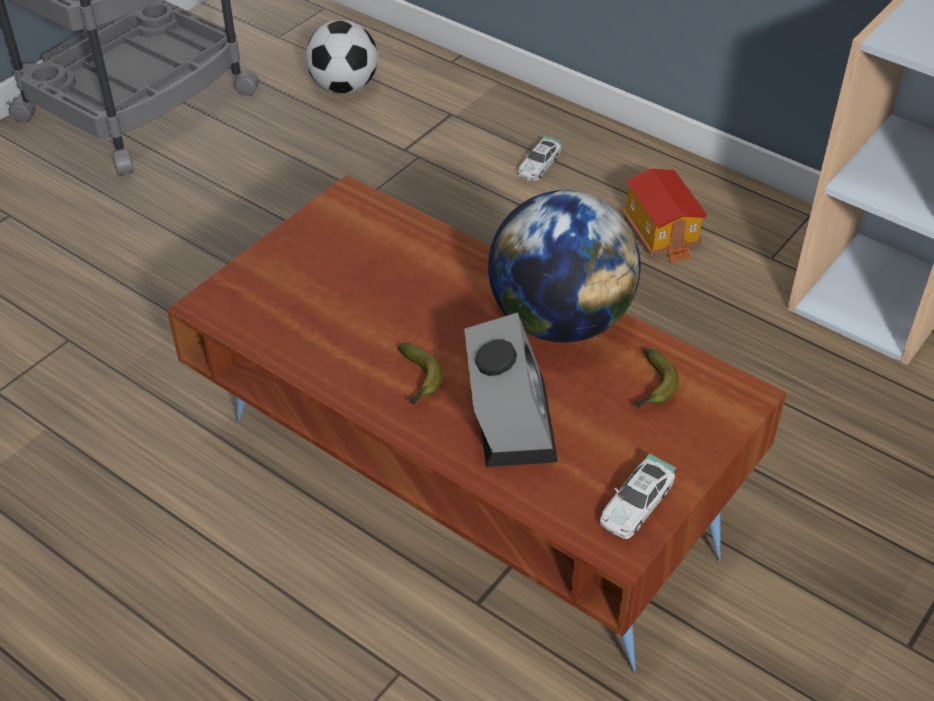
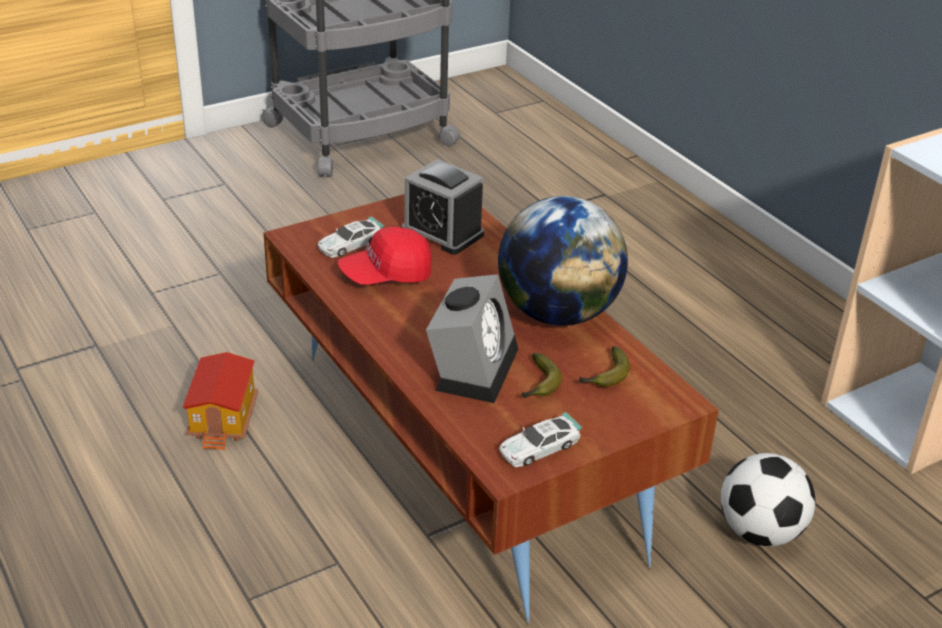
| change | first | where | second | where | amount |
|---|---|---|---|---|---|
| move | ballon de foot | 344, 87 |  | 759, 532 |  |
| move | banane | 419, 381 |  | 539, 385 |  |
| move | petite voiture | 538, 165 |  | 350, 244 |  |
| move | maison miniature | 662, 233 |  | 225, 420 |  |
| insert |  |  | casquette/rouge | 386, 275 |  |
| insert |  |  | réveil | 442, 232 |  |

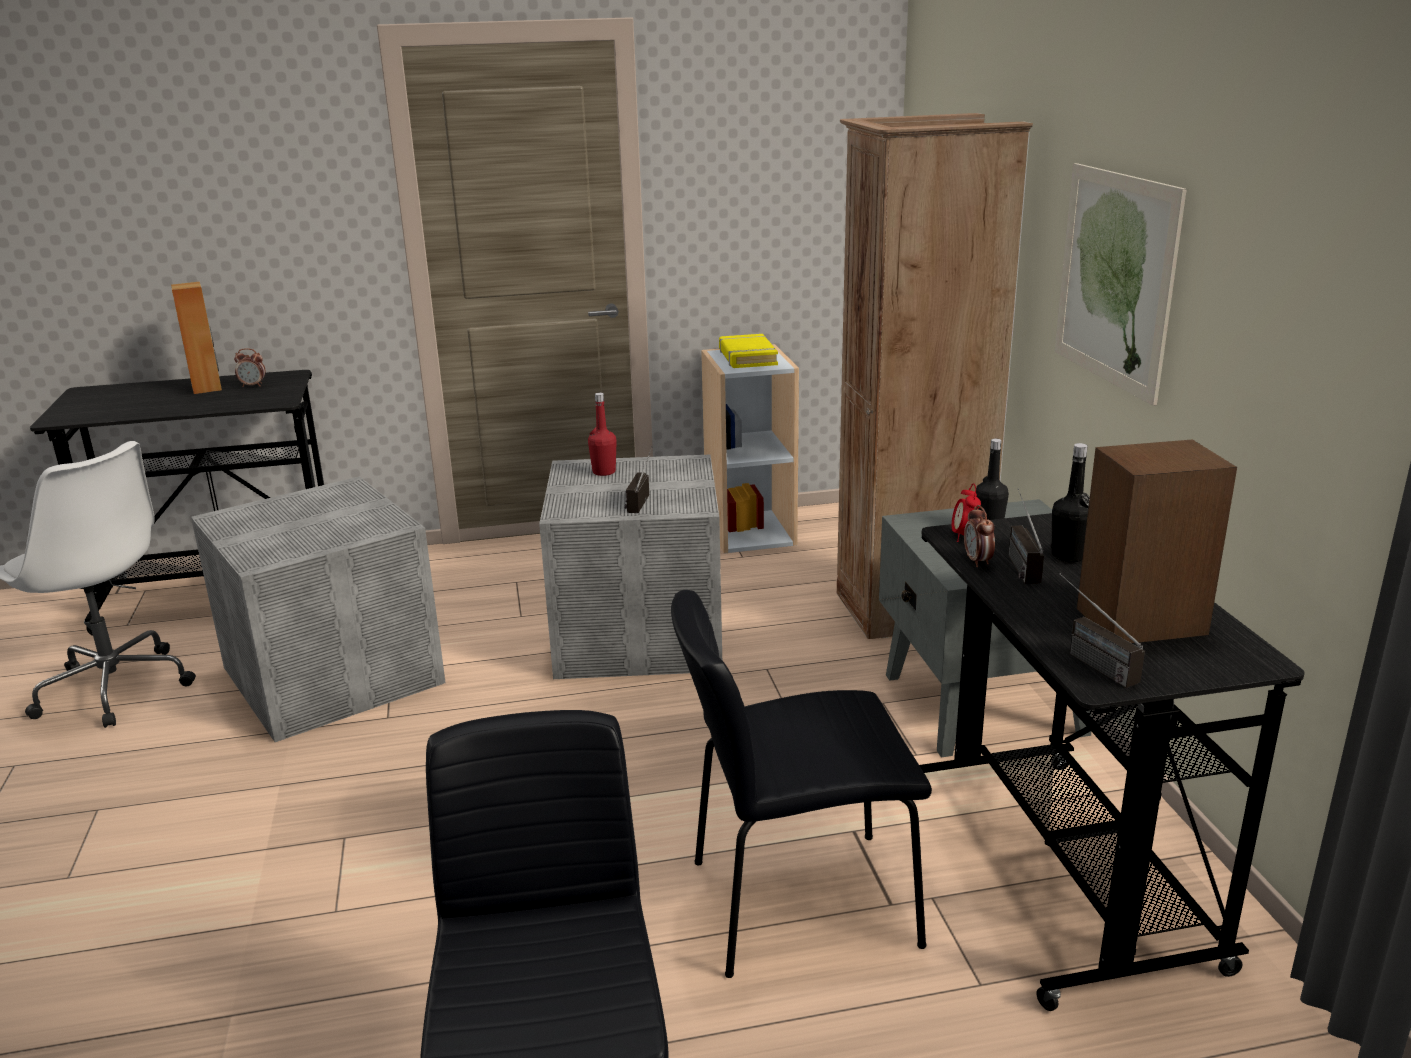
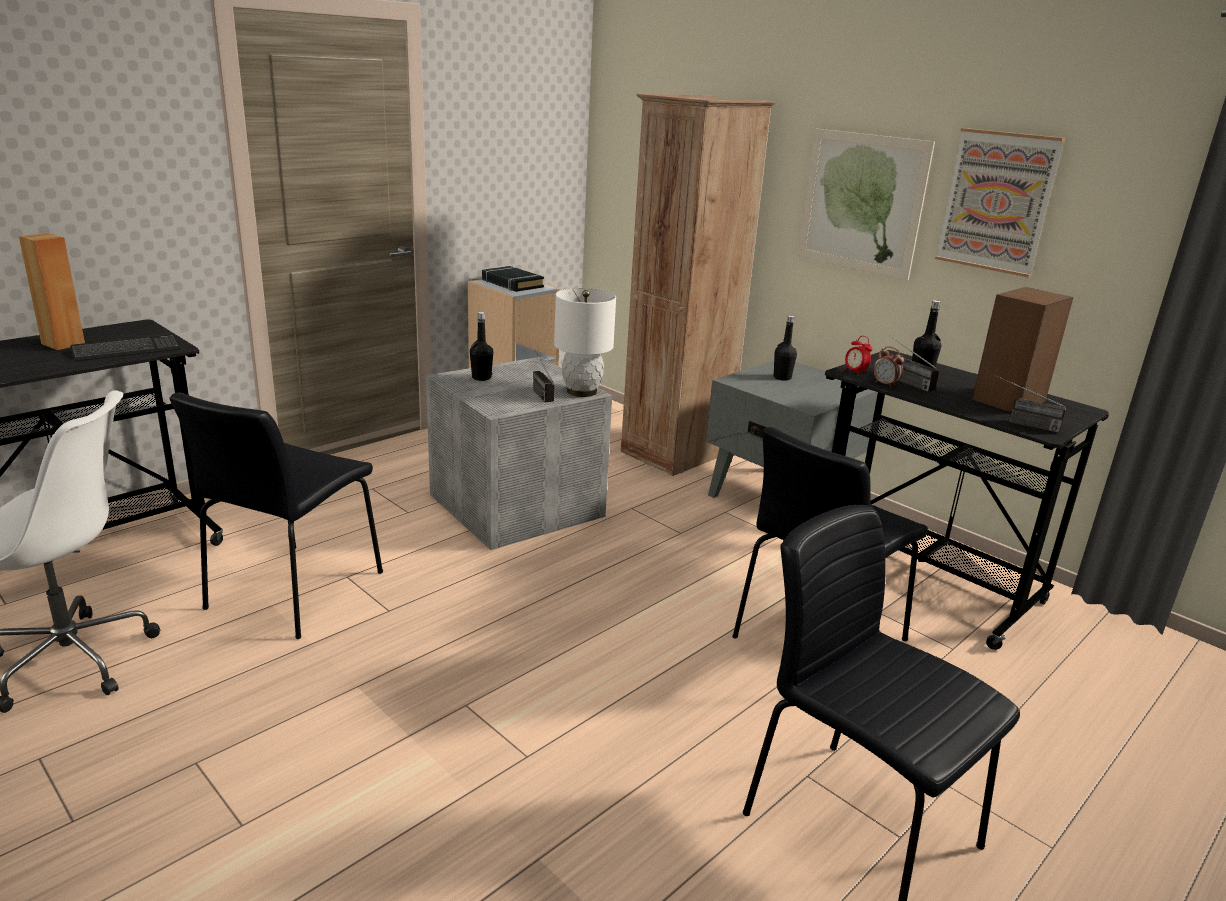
| change | first | where | second | where | amount |
|---|---|---|---|---|---|
| replace | boîte de rangement/gris | 329, 675 | chaise/noir | 292, 593 |  |
| delete | réveil | 253, 385 |  |  |  |
| recolor | bouteille/rouge | 604, 472 | bouteille/noir | 481, 378 |  |
| recolor | livre/jaune | 747, 357 | livre/noir | 512, 284 |  |
| insert |  |  | clavier | 126, 350 |  |
| insert |  |  | lampe de table/blanc | 581, 391 |  |
| insert |  |  | tableau | 997, 201 |  |

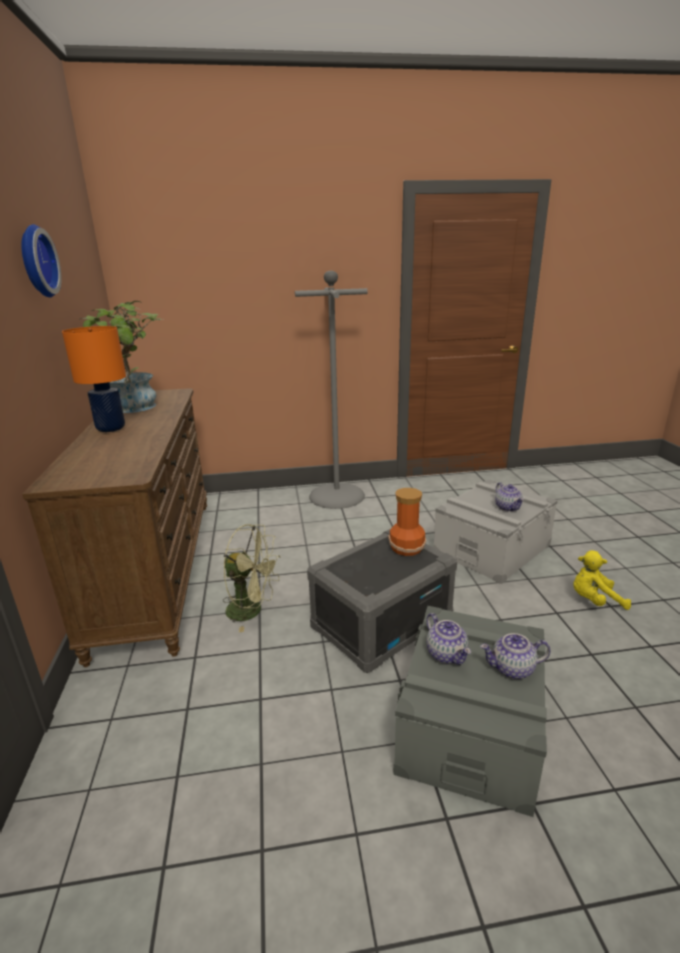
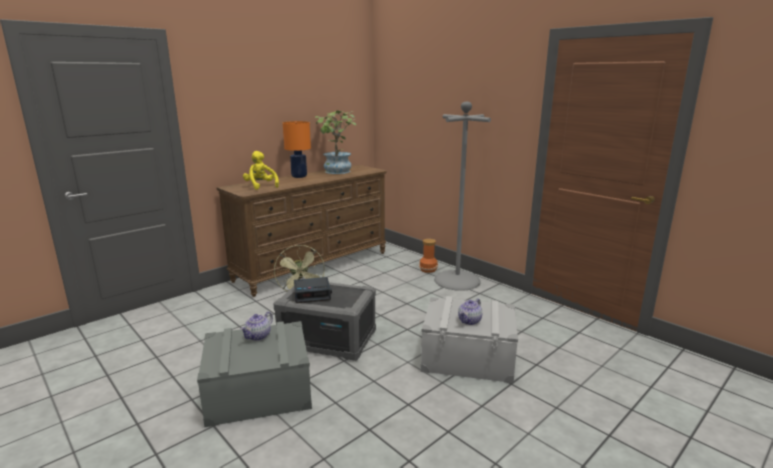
| change | first | where | second | where | amount |
|---|---|---|---|---|---|
| delete | horloge murale | 35, 262 |  |  |  |
| move | vase | 406, 547 |  | 428, 269 |  |
| delete | théière | 512, 669 |  |  |  |
| move | peluche/jaune | 594, 600 |  | 261, 186 |  |
| insert |  |  | réveil | 312, 294 |  |

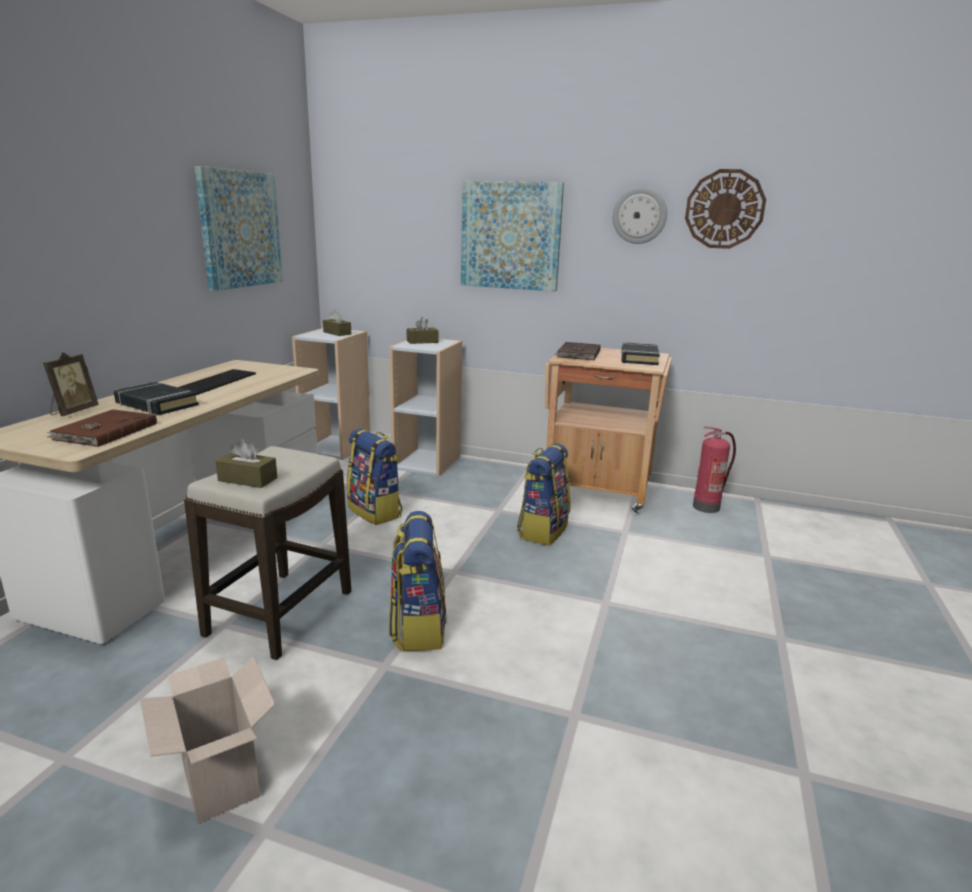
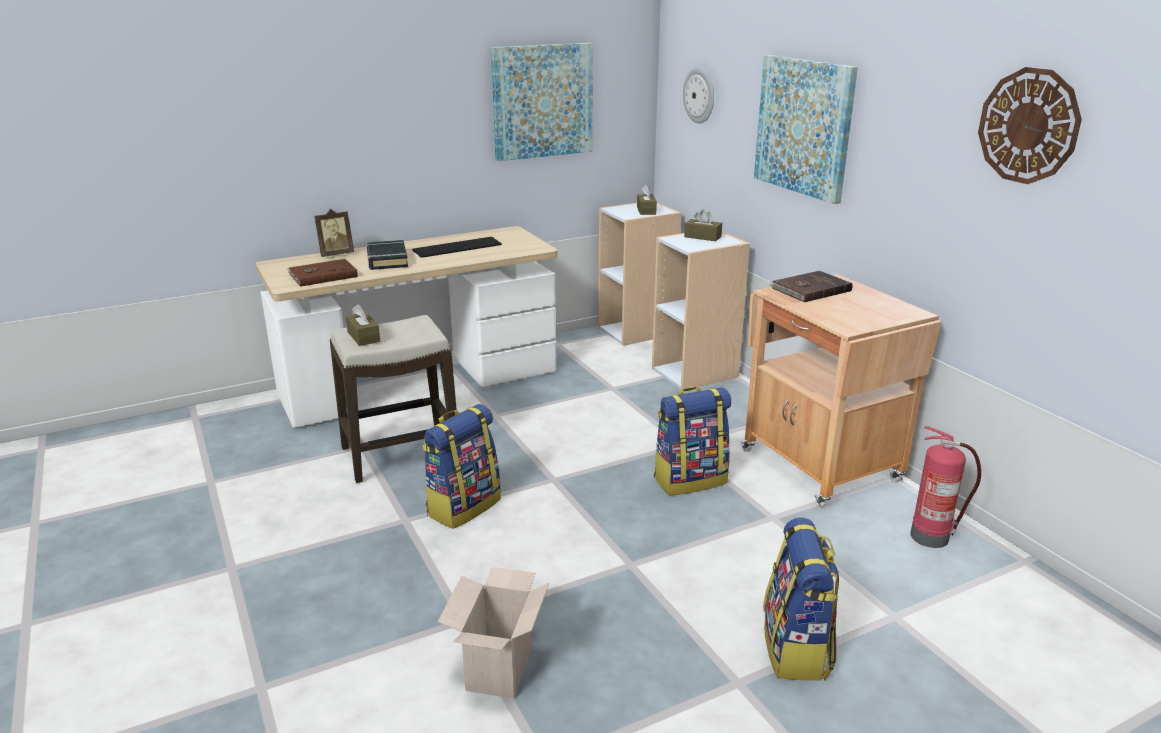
| change | first | where | second | where | amount |
|---|---|---|---|---|---|
| move | carton | 217, 779 |  | 498, 667 |  |
| move | sac à dos | 375, 512 |  | 797, 649 |  |
| move | horloge murale | 639, 215 |  | 699, 95 |  |
| delete | livre/noir | 638, 358 |  |  |  |

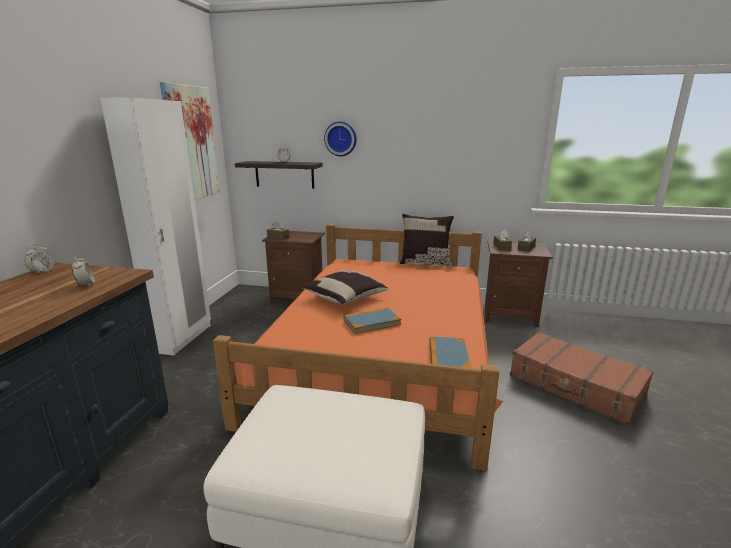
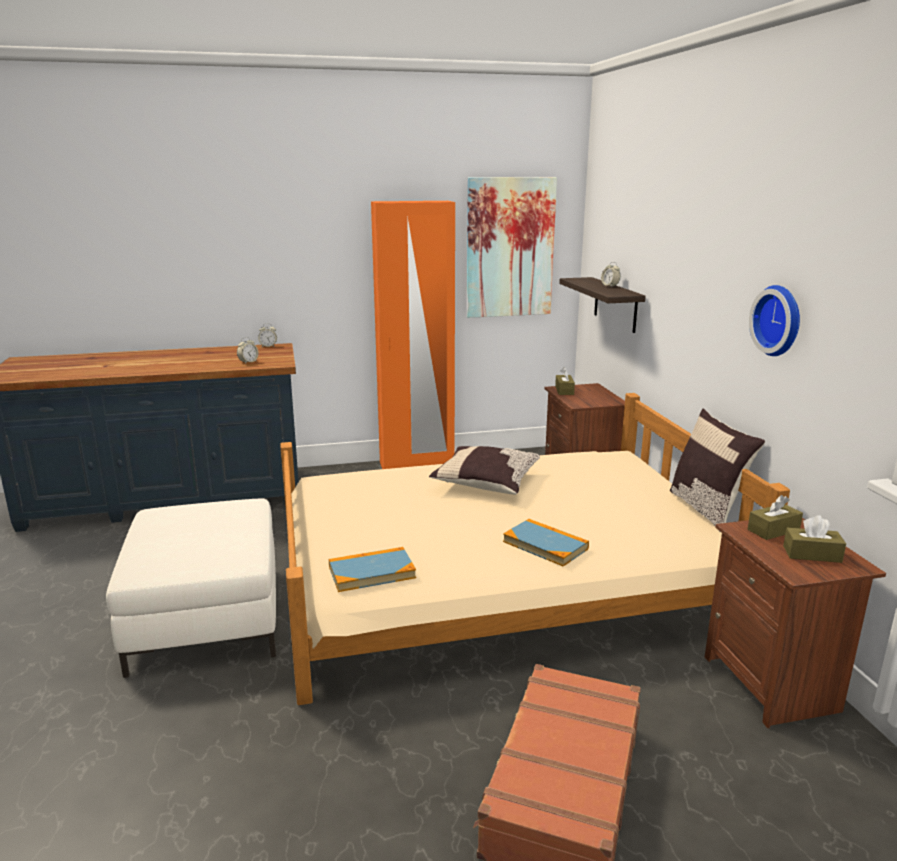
| change | first | where | second | where | amount |
|---|---|---|---|---|---|
| recolor | armoire/blanc | 183, 338 | armoire/orange | 417, 465 |  |
| recolor | lit/orange | 382, 352 | lit/beige | 498, 581 |  |
| move | horloge murale | 341, 139 |  | 780, 320 |  |
| move | livre | 372, 322 |  | 545, 545 |  |

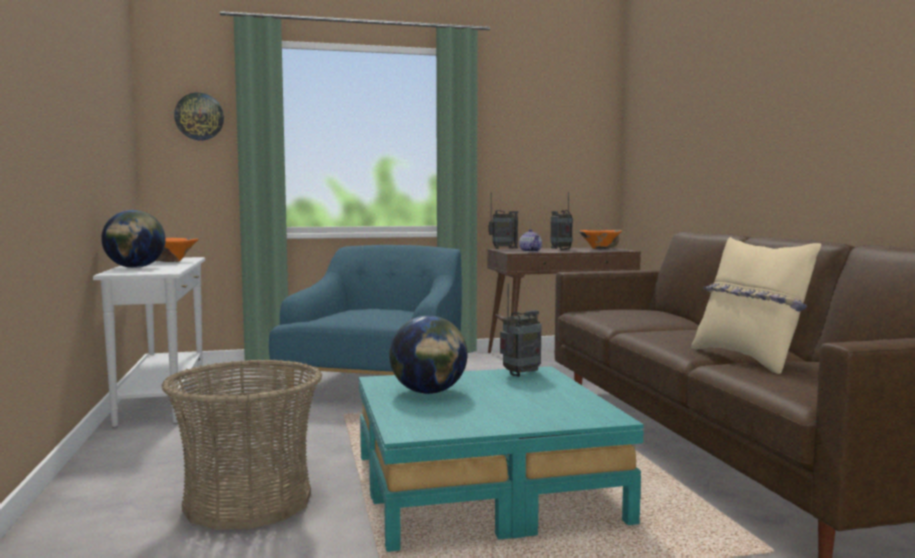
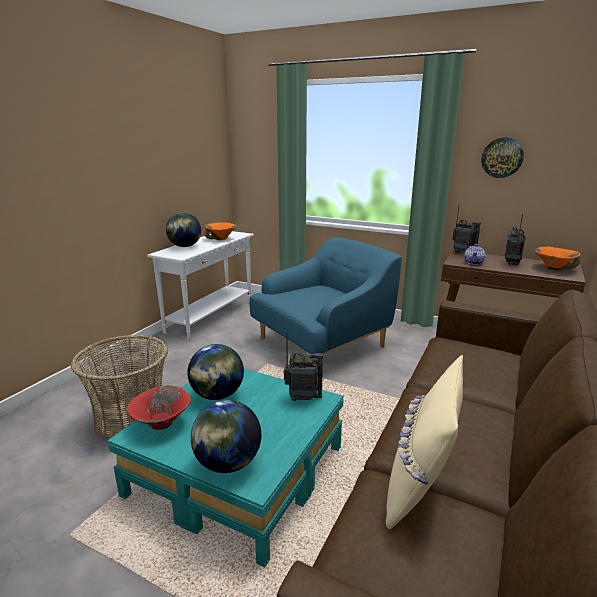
| change | first | where | second | where | amount |
|---|---|---|---|---|---|
| move | horloge murale | 199, 116 |  | 502, 157 |  |
| insert |  |  | bol/rouge | 161, 424 |  |
| insert |  |  | globe | 227, 463 |  |

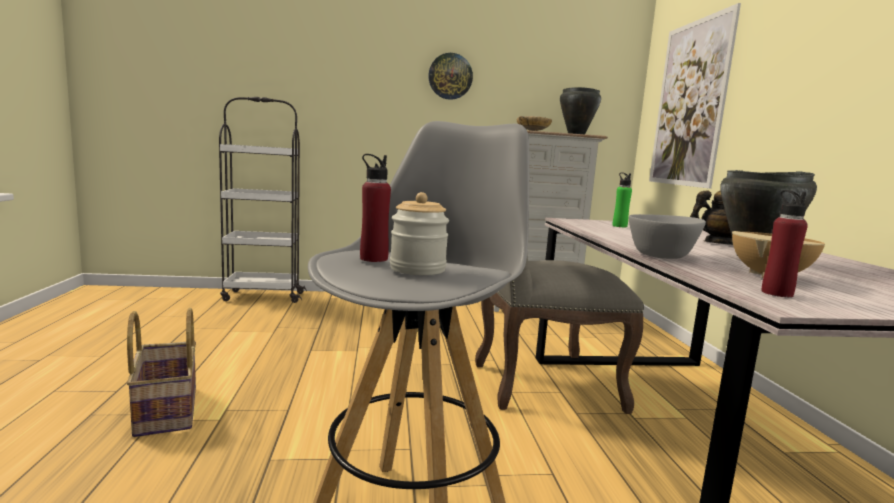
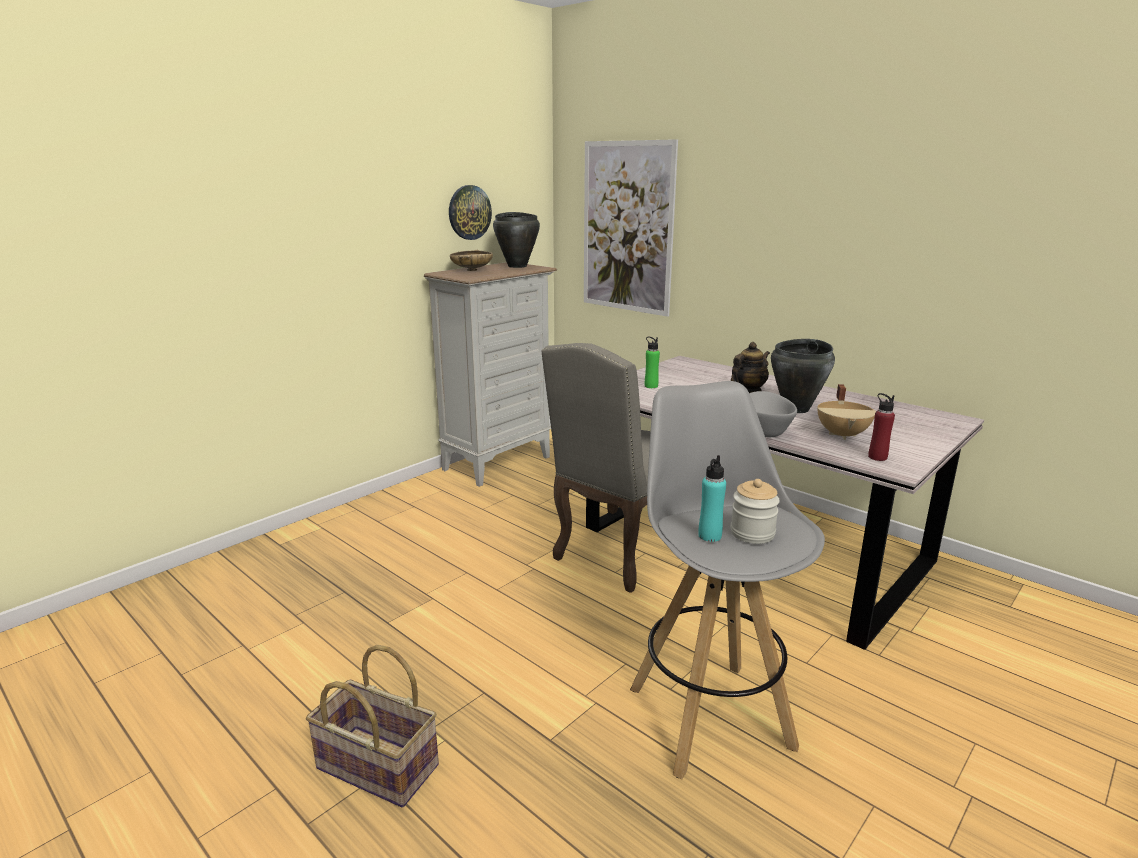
| change | first | where | second | where | amount |
|---|---|---|---|---|---|
| delete | chariot/blanc | 263, 297 |  |  |  |
| recolor | bouteille/rouge | 373, 259 | bouteille/turquoise | 709, 536 |  |
| move | horloge murale | 450, 76 |  | 469, 212 |  |

